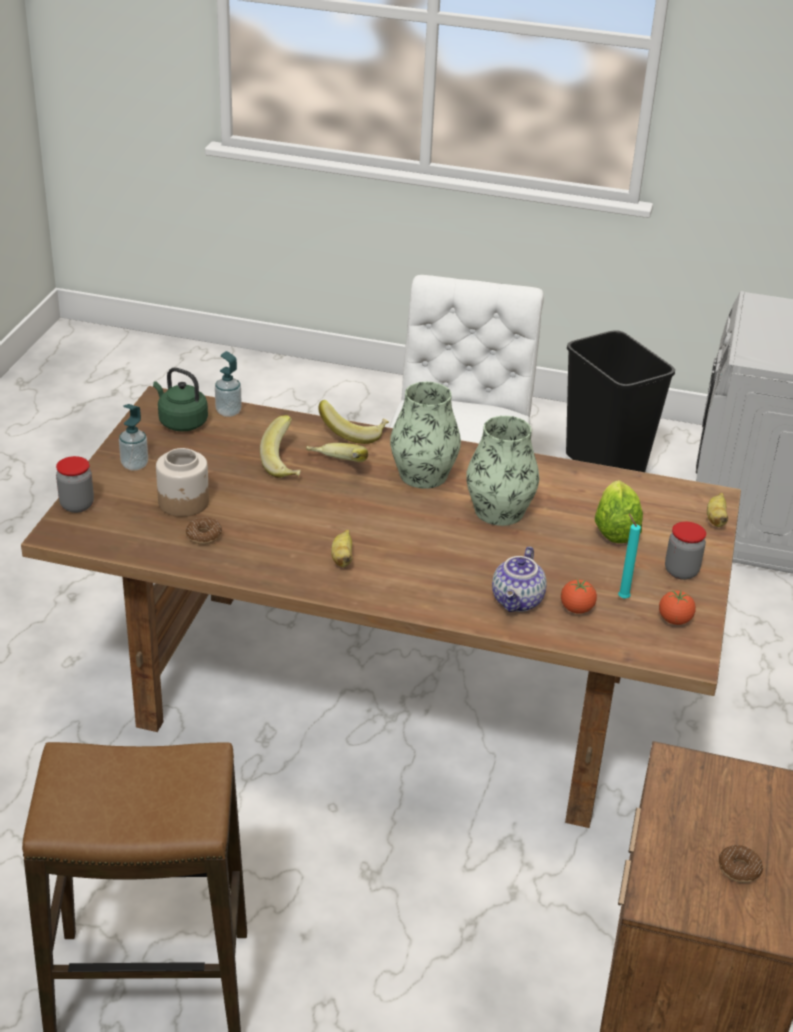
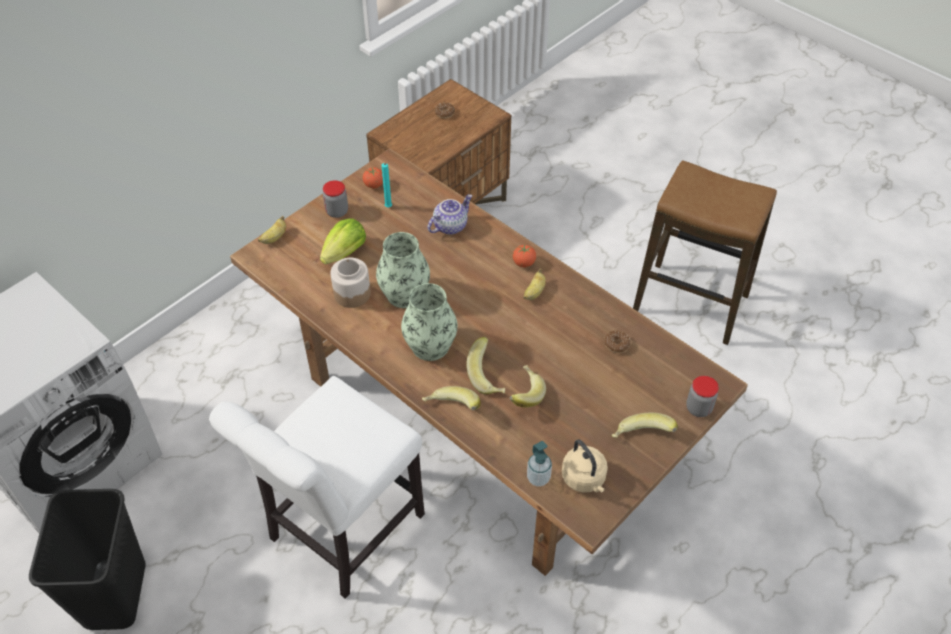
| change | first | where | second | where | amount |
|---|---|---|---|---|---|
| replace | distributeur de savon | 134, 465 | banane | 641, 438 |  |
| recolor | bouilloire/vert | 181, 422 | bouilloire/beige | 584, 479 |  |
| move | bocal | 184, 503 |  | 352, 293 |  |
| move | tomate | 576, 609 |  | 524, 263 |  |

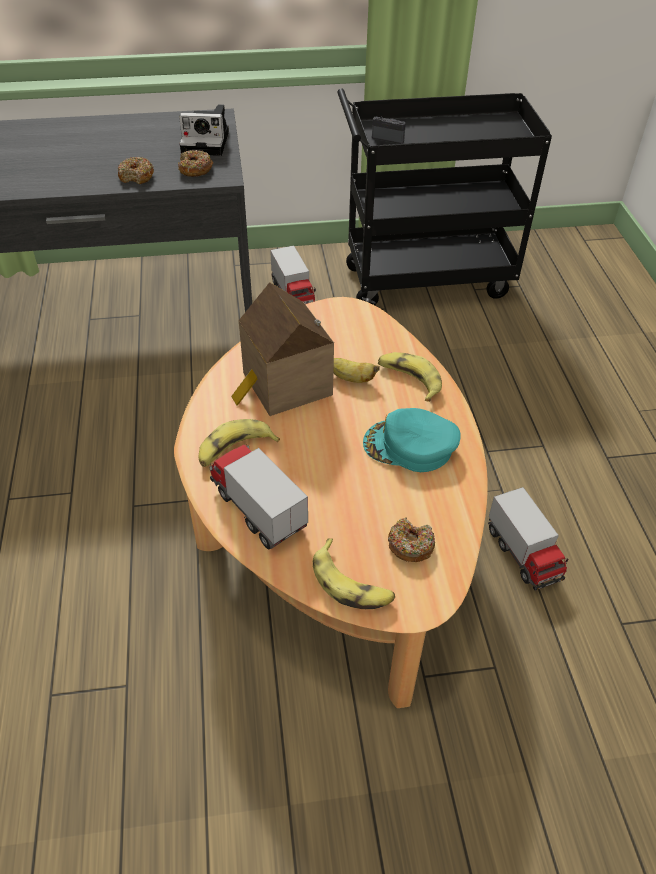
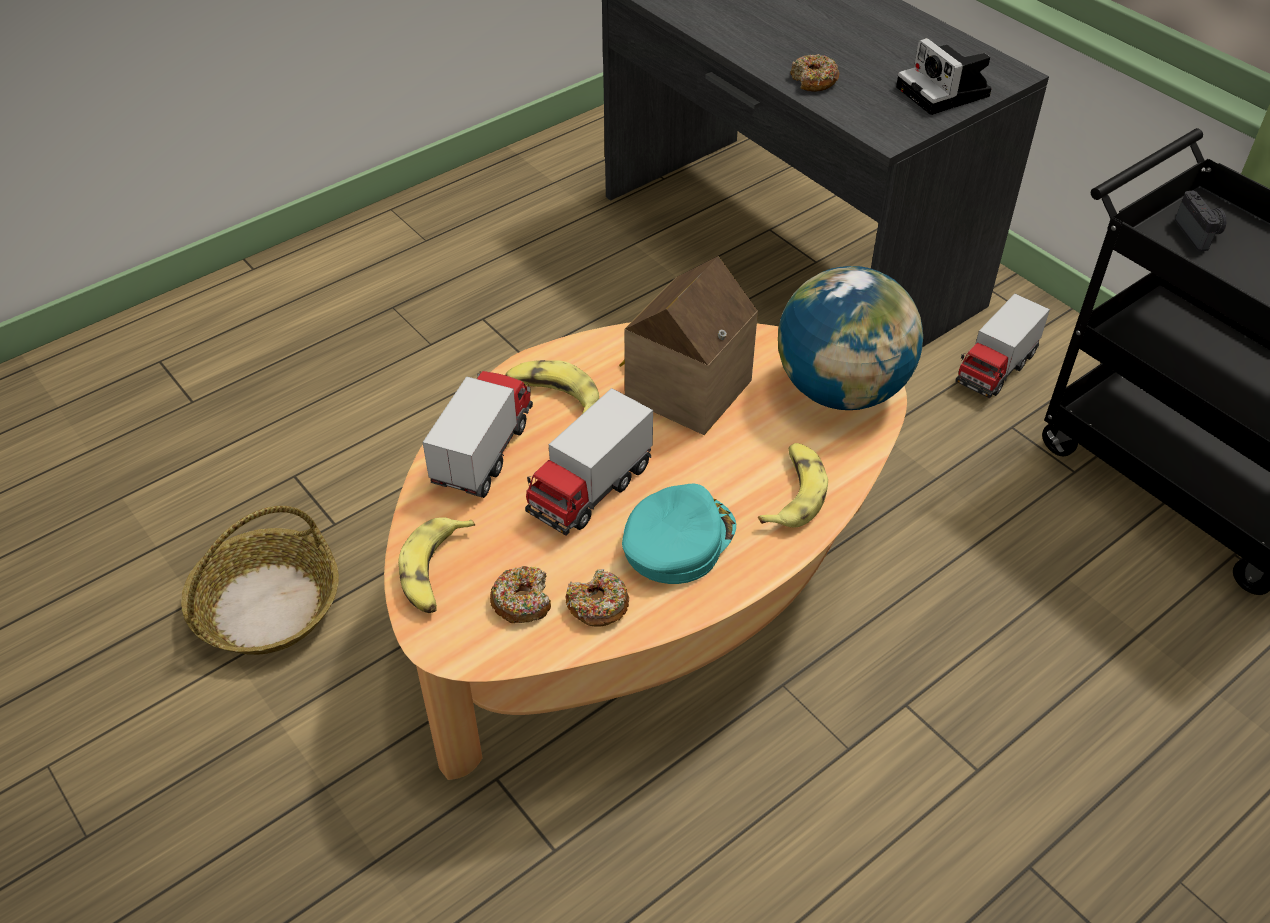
| change | first | where | second | where | amount |
|---|---|---|---|---|---|
| move | beignet | 195, 169 |  | 597, 605 |  |
| delete | banane | 351, 378 |  |  |  |
| rotate | casquette/turquoise | 410, 446 |  | 677, 540 | 60 degrees clockwise |
| move | camion jouet | 523, 554 |  | 590, 490 |  |
| insert |  |  | panier | 266, 607 |  |
| insert |  |  | globe | 841, 390 |  |

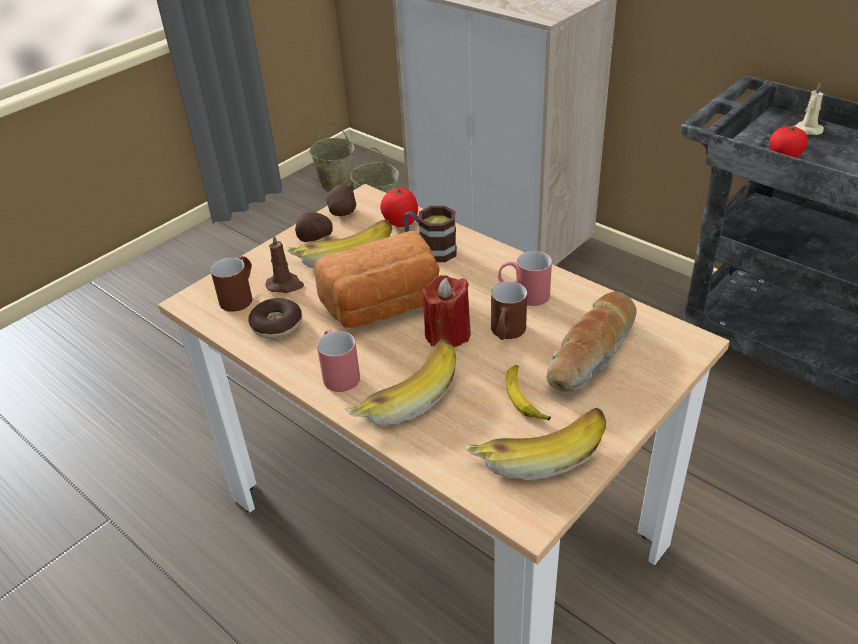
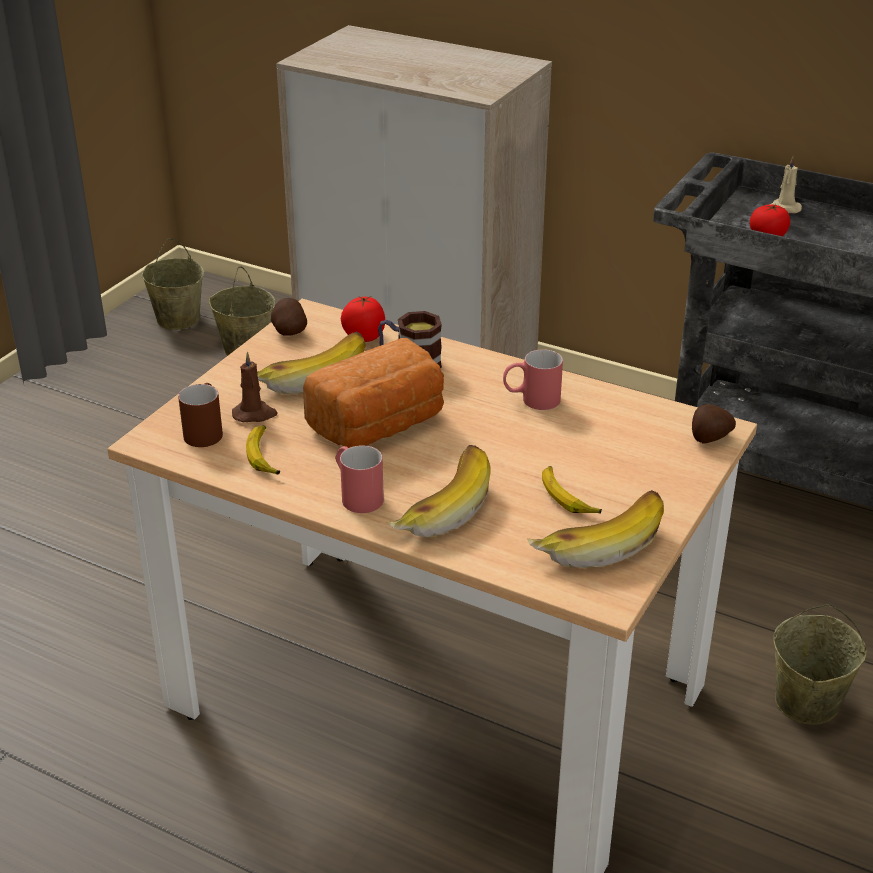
| change | first | where | second | where | amount |
|---|---|---|---|---|---|
| replace | beignet | 277, 325 | banane | 264, 456 |  |
| move | pomme de terre | 315, 238 |  | 709, 438 |  |
| delete | bougie/rouge | 447, 334 |  |  |  |
| delete | mug/marron | 506, 334 |  |  |  |
| delete | pain | 592, 355 |  |  |  |
| insert |  |  | seau/beige | 806, 703 |  |

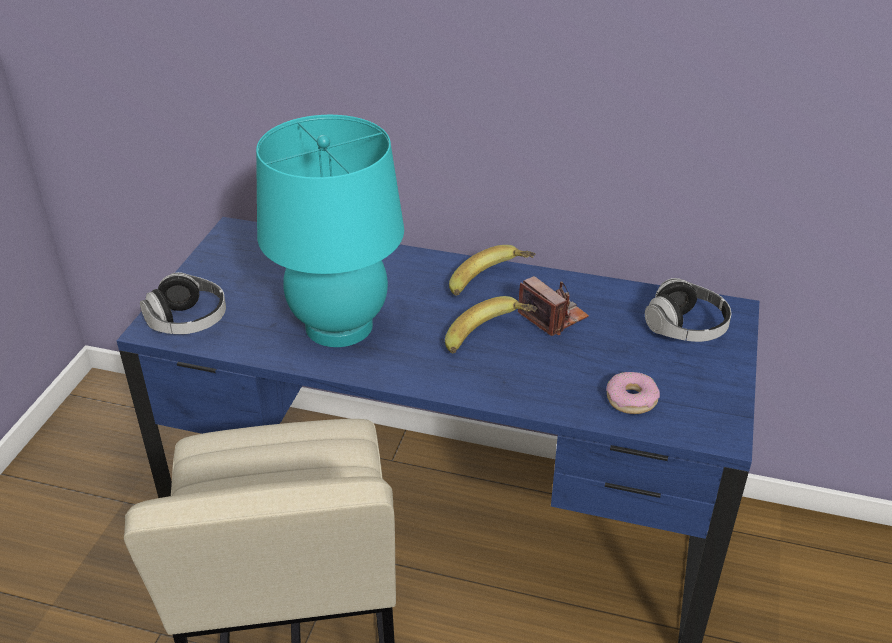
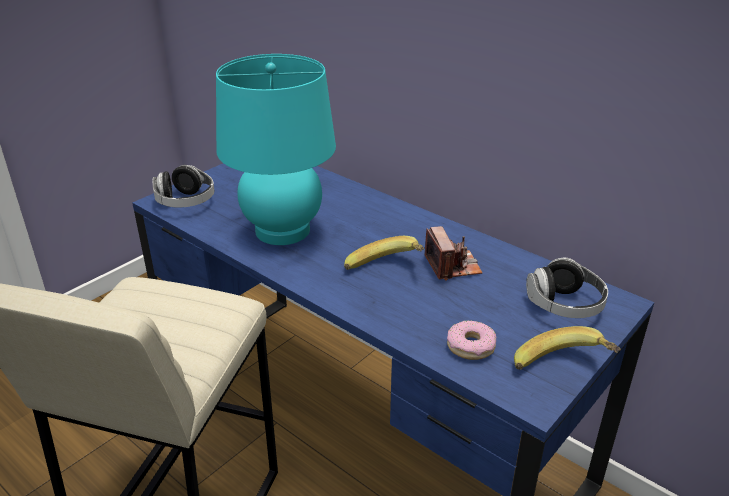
| change | first | where | second | where | amount |
|---|---|---|---|---|---|
| move | banane | 491, 286 |  | 563, 369 |  |

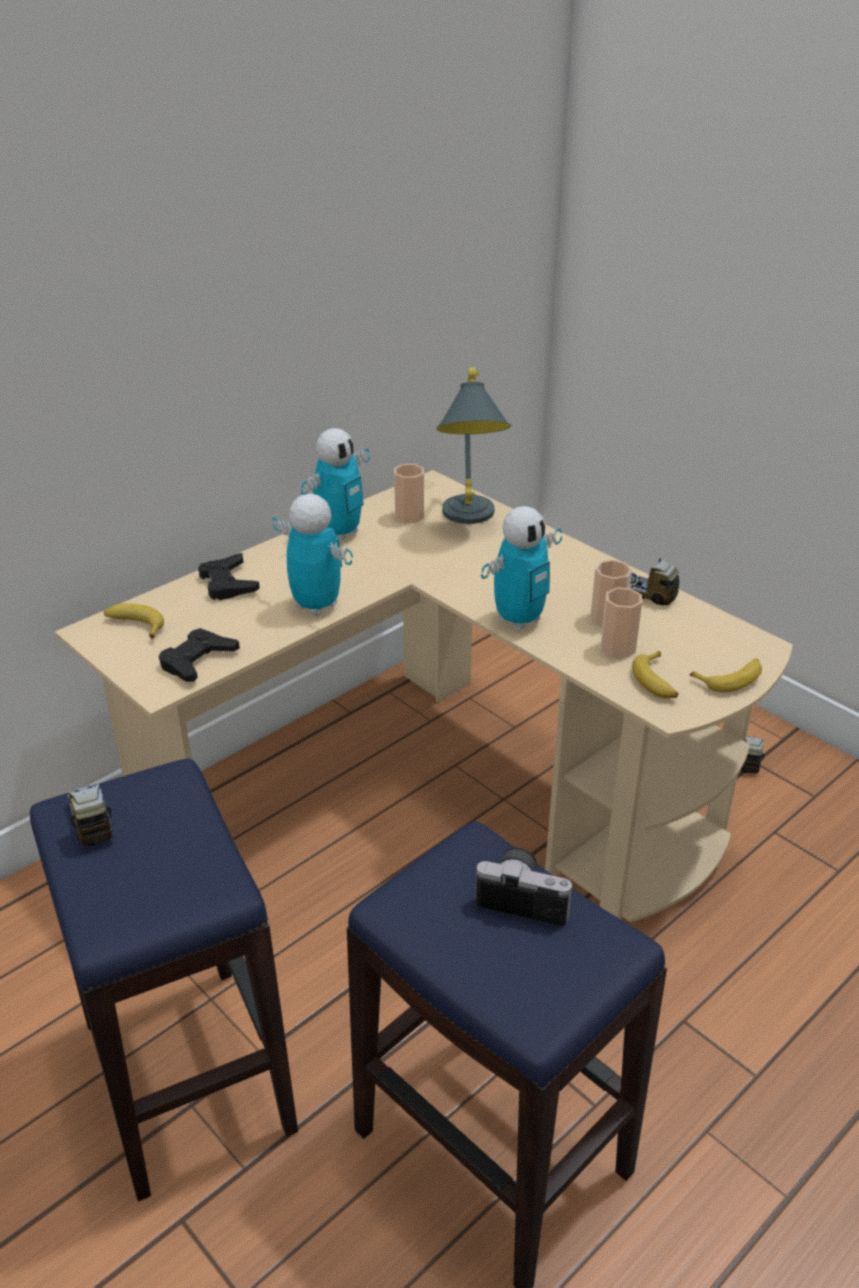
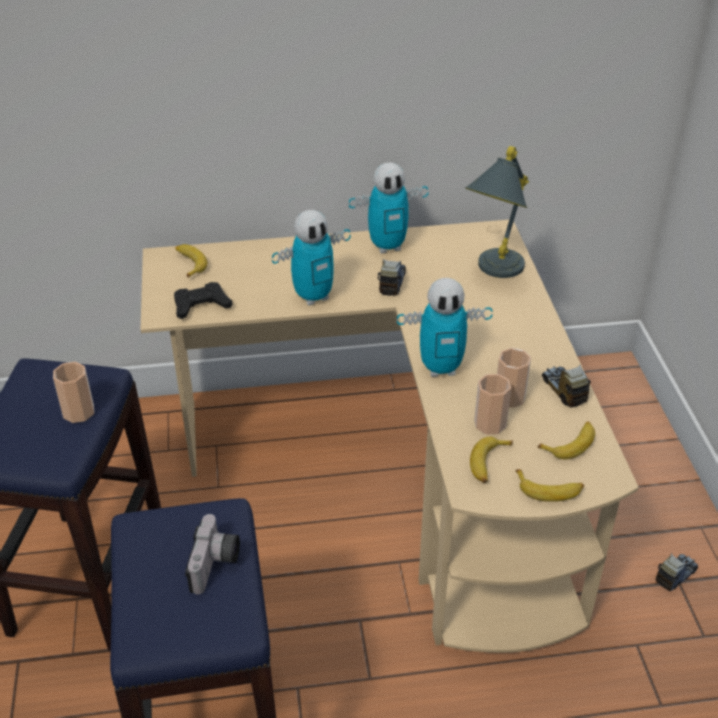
| change | first | where | second | where | amount |
|---|---|---|---|---|---|
| move | camion jouet | 91, 821 |  | 391, 283 |  |
| delete | manette/noir | 228, 583 |  |  |  |
| rotate | robot jouet | 316, 606 |  | 313, 297 | 75 degrees clockwise |
| move | tasse | 409, 516 |  | 78, 412 |  |
| rotate | appareil photo | 524, 897 |  | 216, 565 | 45 degrees clockwise |
| insert |  |  | banane | 570, 444 |  |

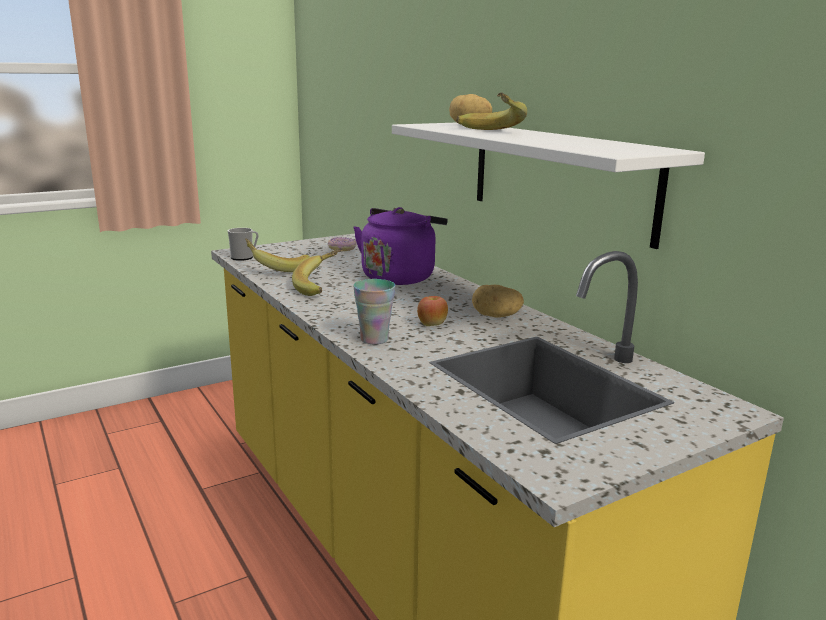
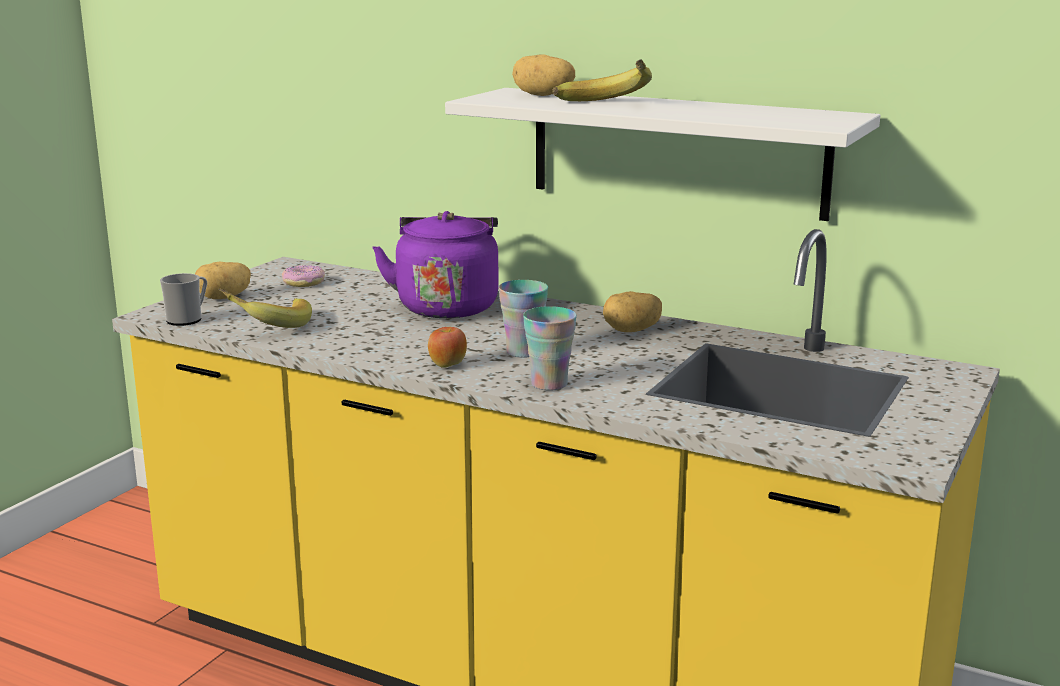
| change | first | where | second | where | amount |
|---|---|---|---|---|---|
| delete | banane | 322, 287 |  |  |  |
| move | pomme | 432, 325 |  | 447, 365 |  |
| insert |  |  | pomme de terre | 224, 297 |  |
| insert |  |  | tasse | 523, 352 |  |

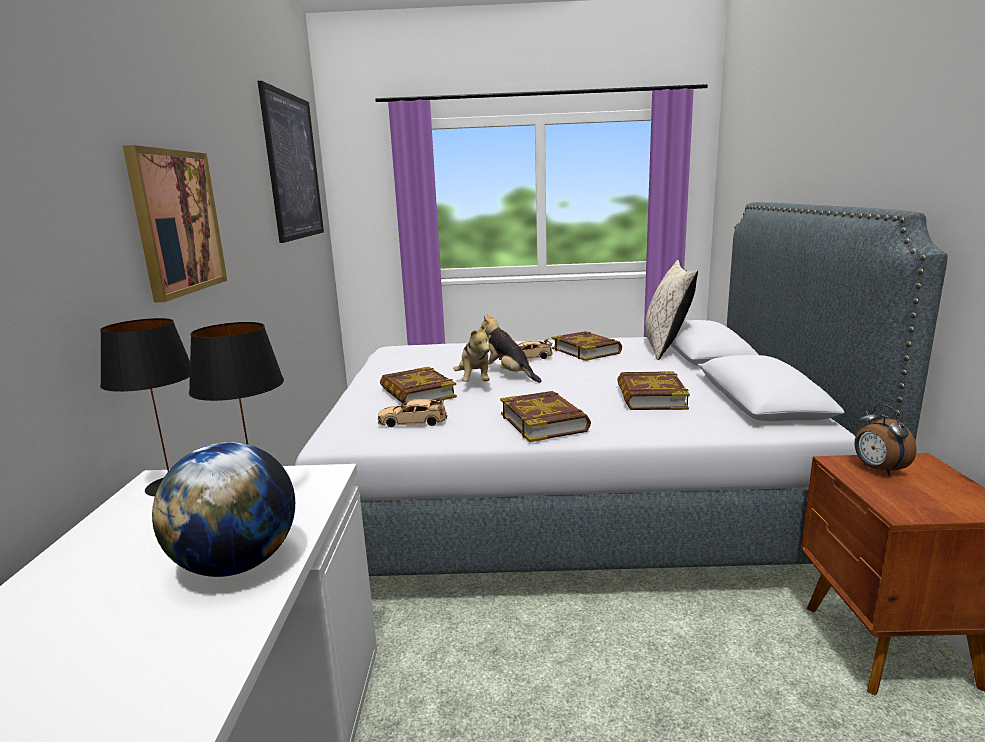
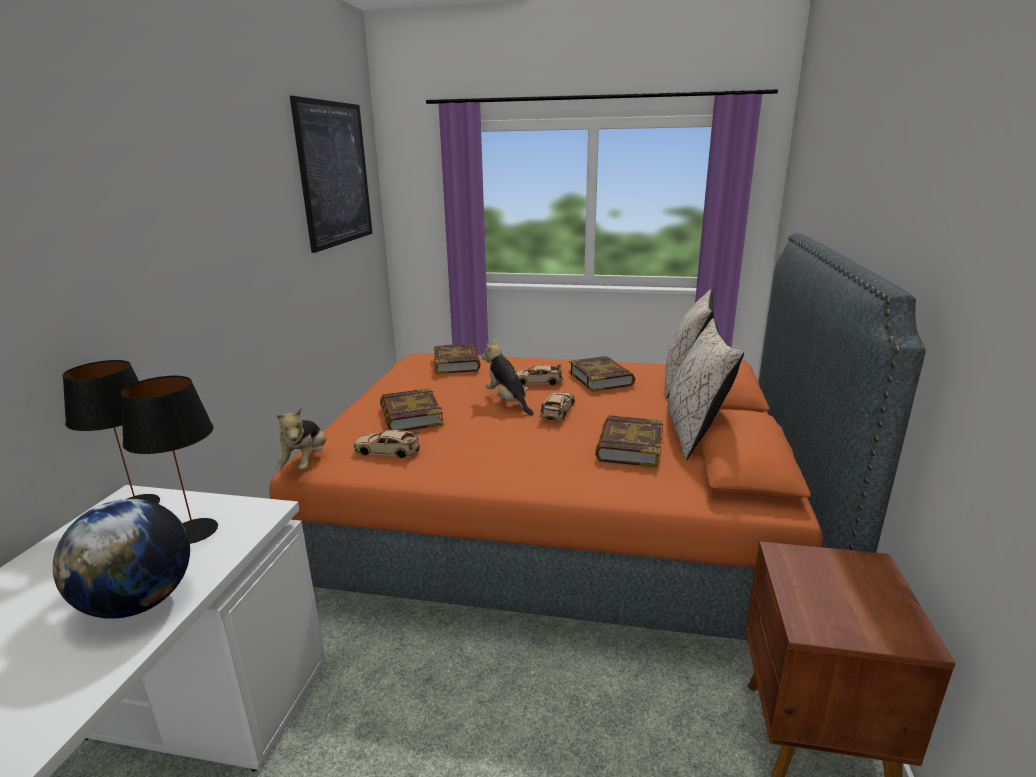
| change | first | where | second | where | amount |
|---|---|---|---|---|---|
| delete | tableau | 177, 222 |  |  |  |
| recolor | lit/gris | 567, 497 | lit/orange | 561, 524 |  |
| move | peluche | 474, 381 |  | 306, 462 |  |
| move | livre | 544, 422 |  | 457, 363 |  |
| delete | réveil | 877, 469 |  |  |  |
| insert |  |  | petite voiture/beige | 557, 410 |  |
| insert |  |  | coussin/beige | 695, 433 |  |

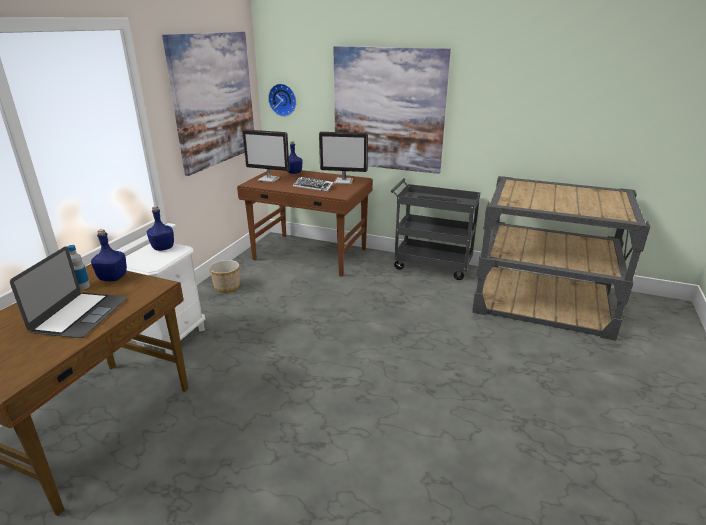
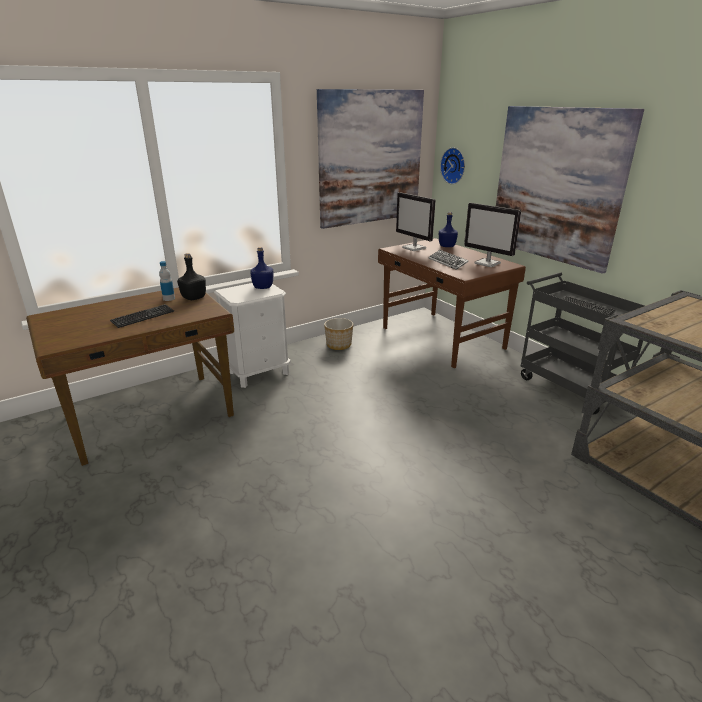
| change | first | where | second | where | amount |
|---|---|---|---|---|---|
| replace | ordinateur portable | 80, 314 | clavier | 143, 317 |  |
| recolor | bouteille/bleu | 112, 278 | bouteille/noir | 193, 298 |  |

